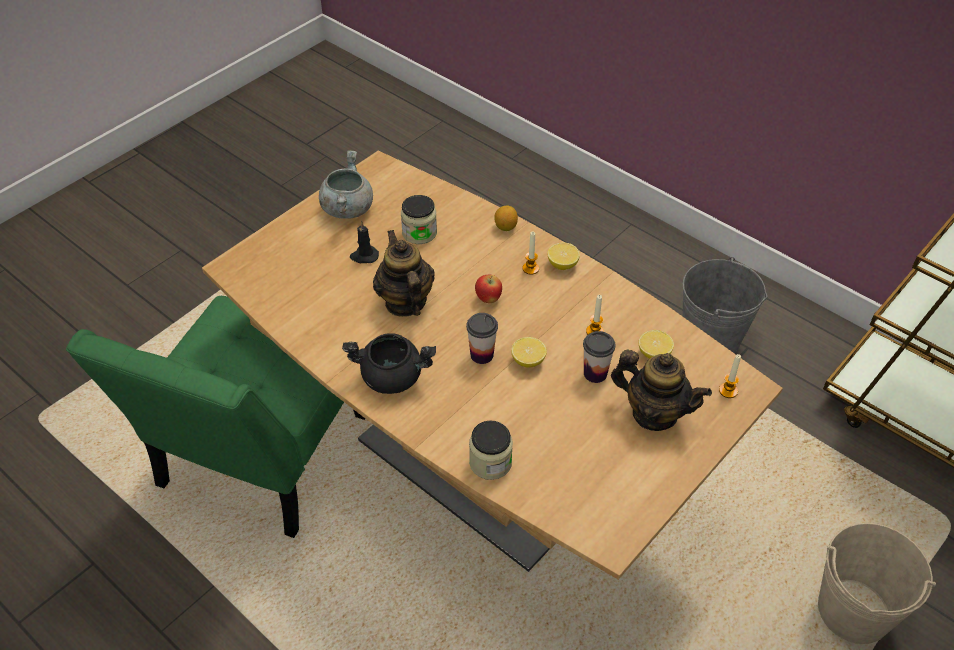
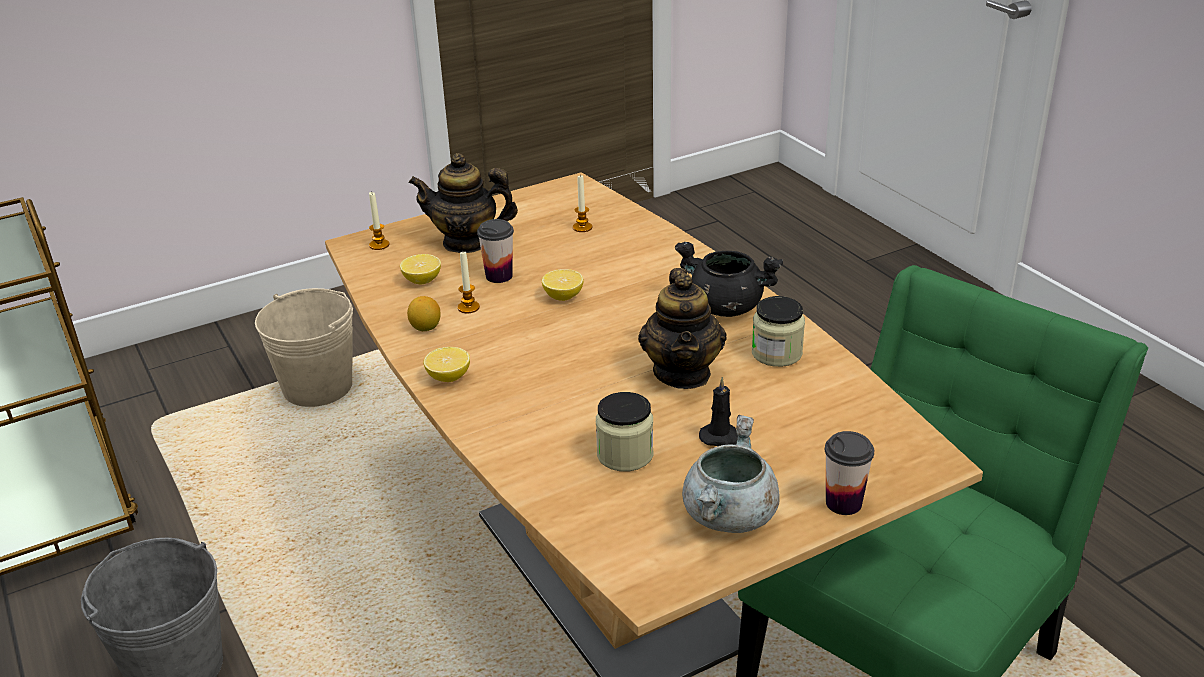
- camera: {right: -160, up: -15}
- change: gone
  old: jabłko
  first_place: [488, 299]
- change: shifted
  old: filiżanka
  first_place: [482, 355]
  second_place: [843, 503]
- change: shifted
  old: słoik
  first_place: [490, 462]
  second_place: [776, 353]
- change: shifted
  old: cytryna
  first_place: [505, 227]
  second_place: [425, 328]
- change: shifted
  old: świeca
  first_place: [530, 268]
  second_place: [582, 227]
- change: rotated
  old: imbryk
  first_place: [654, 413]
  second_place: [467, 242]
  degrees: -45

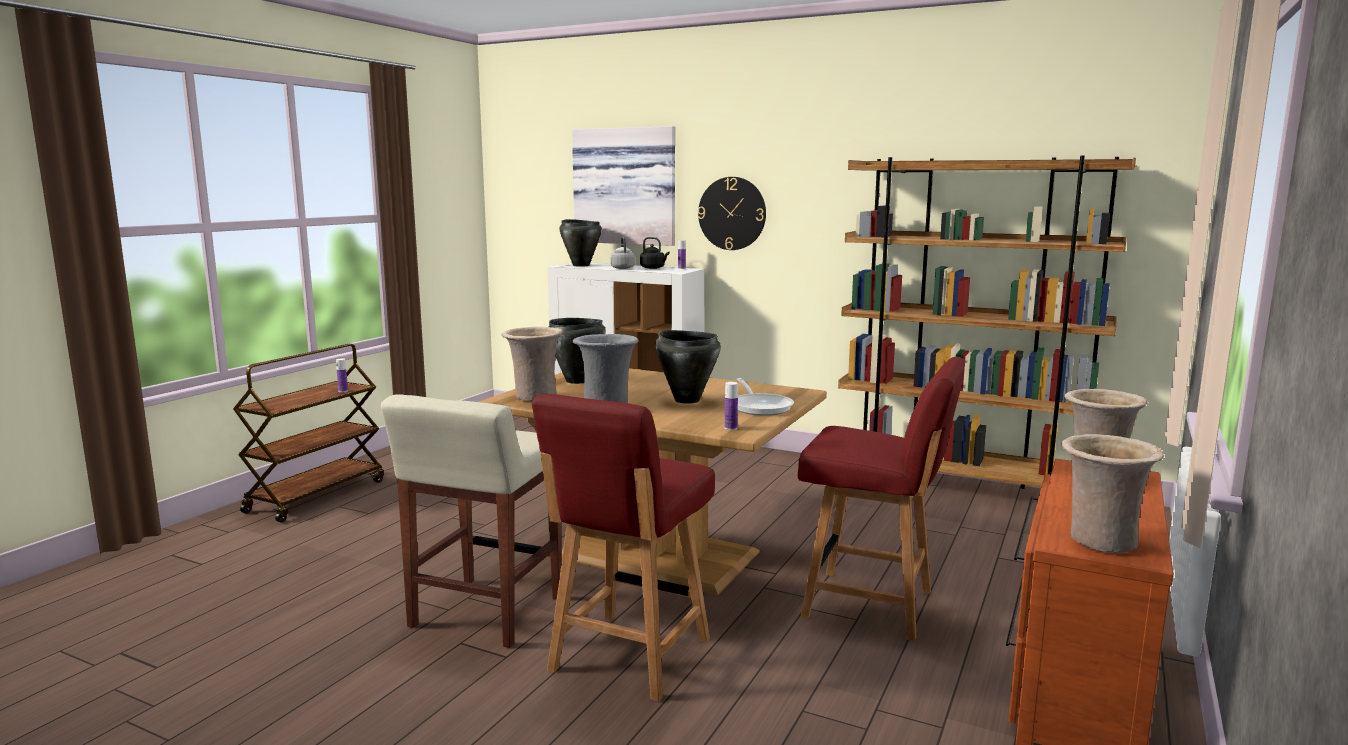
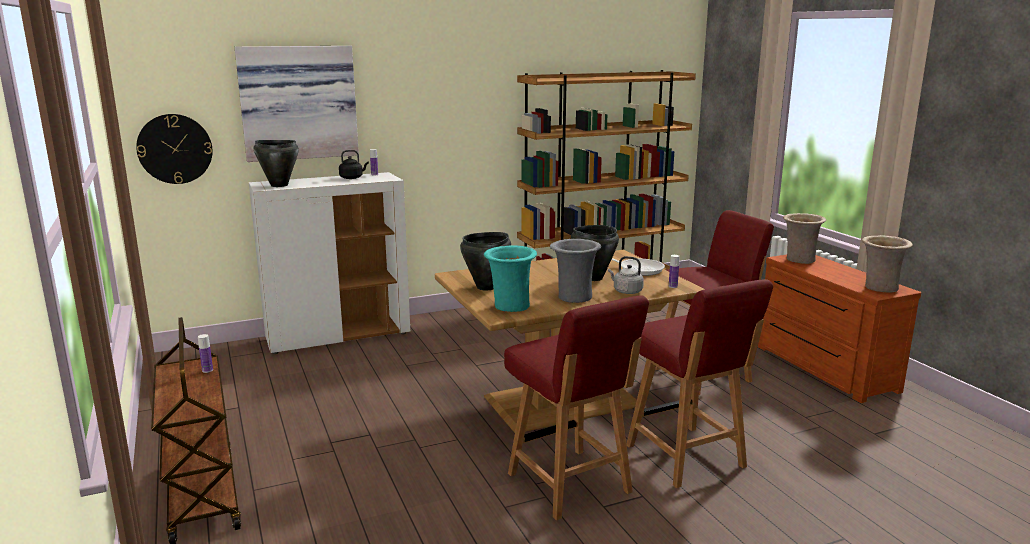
- camera: {right: -50, up: 5}
- change: shifted
  old: czajnik/szary
  first_place: [622, 268]
  second_place: [626, 291]
- change: shifted
  old: zegar ścienny
  first_place: [732, 213]
  second_place: [175, 149]
- change: swapped
  old: stołek/beżowy
  new: krzesło/czerwony
  first_place: [485, 613]
  second_place: [570, 484]
- change: repainted
  old: wazon/beżowy
  new: wazon/turkusowy
  first_place: [534, 397]
  second_place: [510, 307]

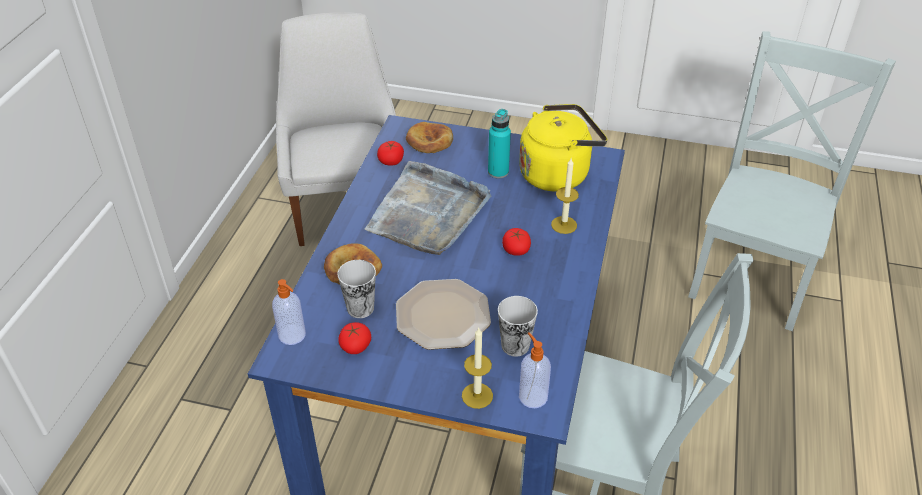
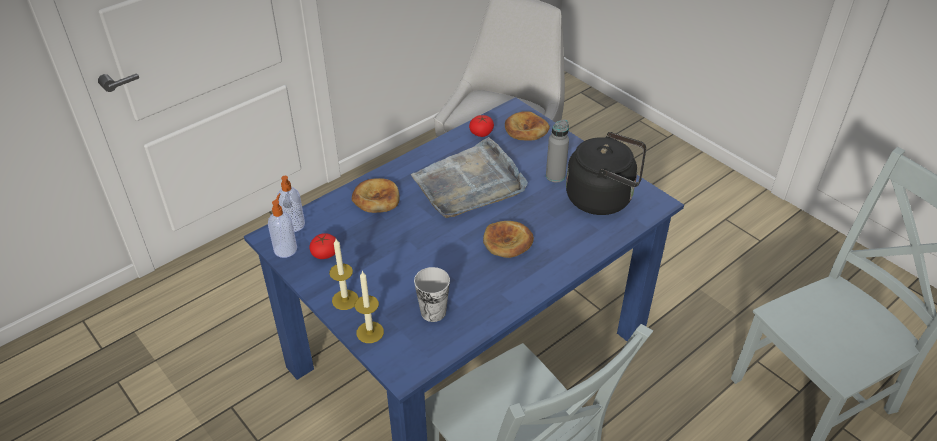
- camera: {right: 35, up: 0}
- change: gone
  old: filiżanka
  first_place: [360, 308]
- change: gone
  old: talerz
  first_place: [442, 314]
- change: shifted
  old: dozownik mydła
  first_place: [532, 396]
  second_place: [286, 249]
- change: shifted
  old: świeca
  first_place: [564, 225]
  second_place: [345, 300]
- change: swapped
  old: pomidor
  new: chleb
  first_place: [516, 250]
  second_place: [507, 242]
- change: repainted
  old: butelka/turkusowy
  new: butelka/szary
  first_place: [498, 172]
  second_place: [555, 176]
- change: repainted
  old: czajnik/żółty
  new: czajnik/czarny
  first_place: [557, 173]
  second_place: [603, 198]

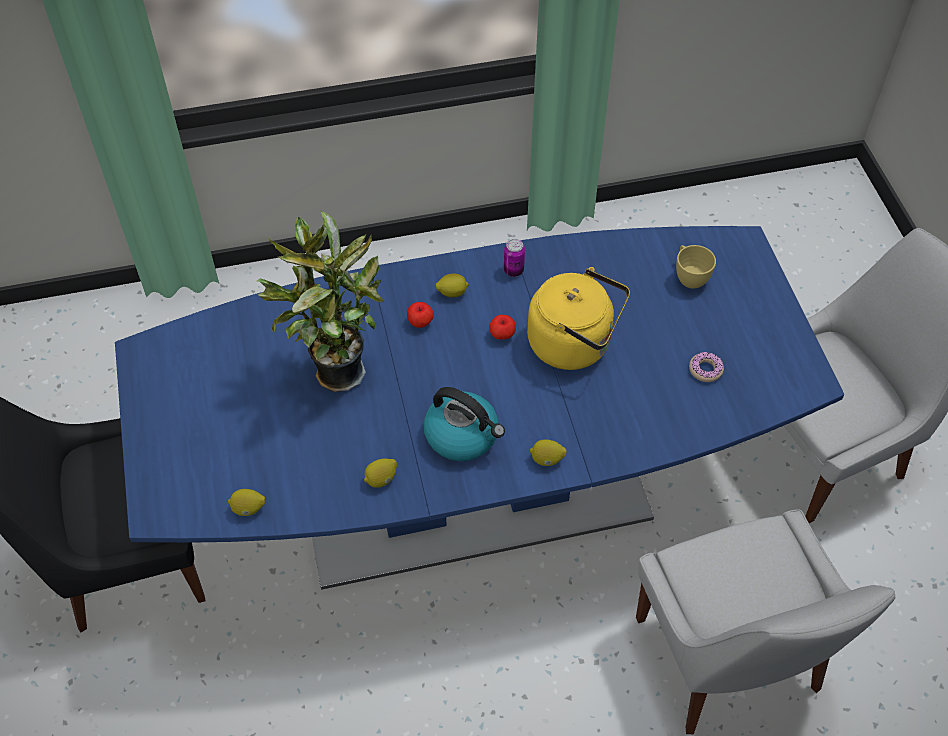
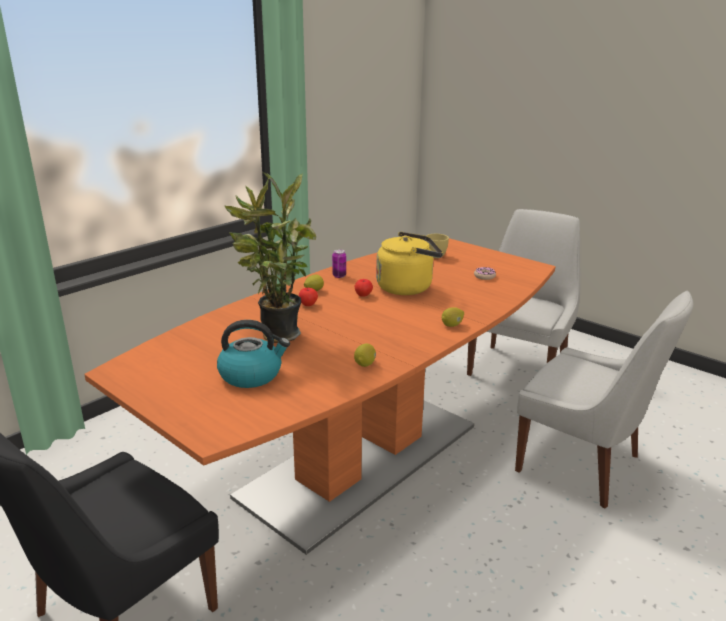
- camera: {right: -35, up: -30}
- change: gone
  old: cytryna
  first_place: [248, 509]
- change: shifted
  old: czajnik
  first_place: [463, 435]
  second_place: [252, 375]
- change: repainted
  old: stół jadalny/niebieski
  new: stół jadalny/pomarańczowy
  first_place: [472, 495]
  second_place: [361, 460]

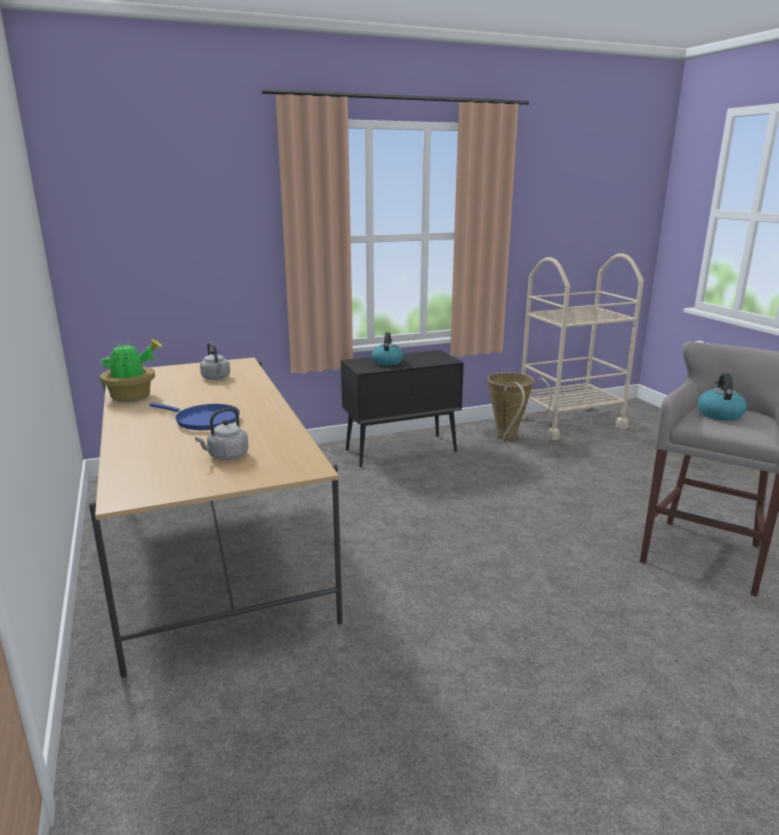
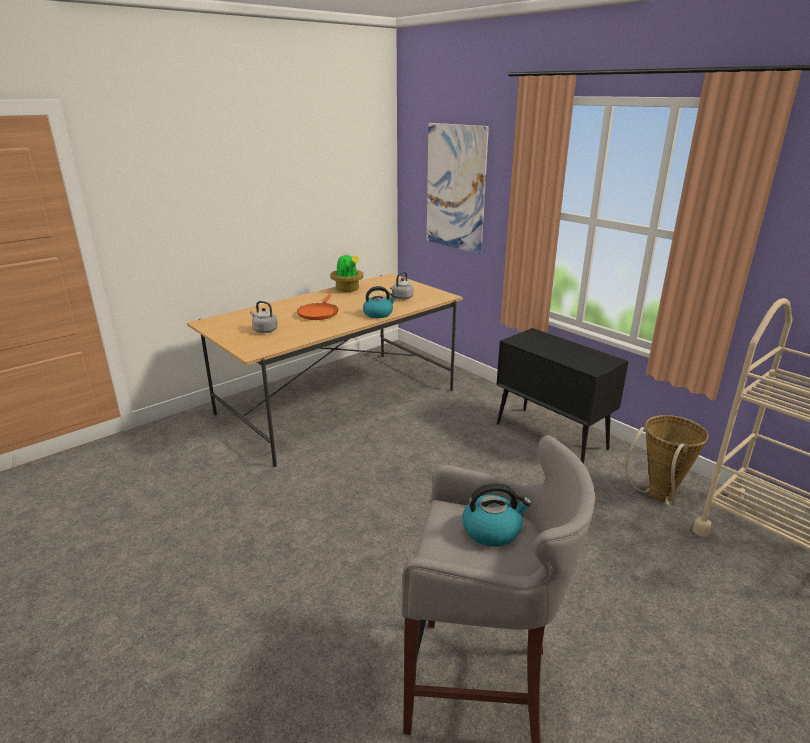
- camera: {right: 70, up: 5}
- change: new
  new: obraz
  second_place: [455, 188]
- change: shifted
  old: czajnik
  first_place: [387, 362]
  second_place: [378, 314]
- change: repainted
  old: patelnia/niebieski
  new: patelnia/pomarańczowy
  first_place: [204, 420]
  second_place: [318, 313]

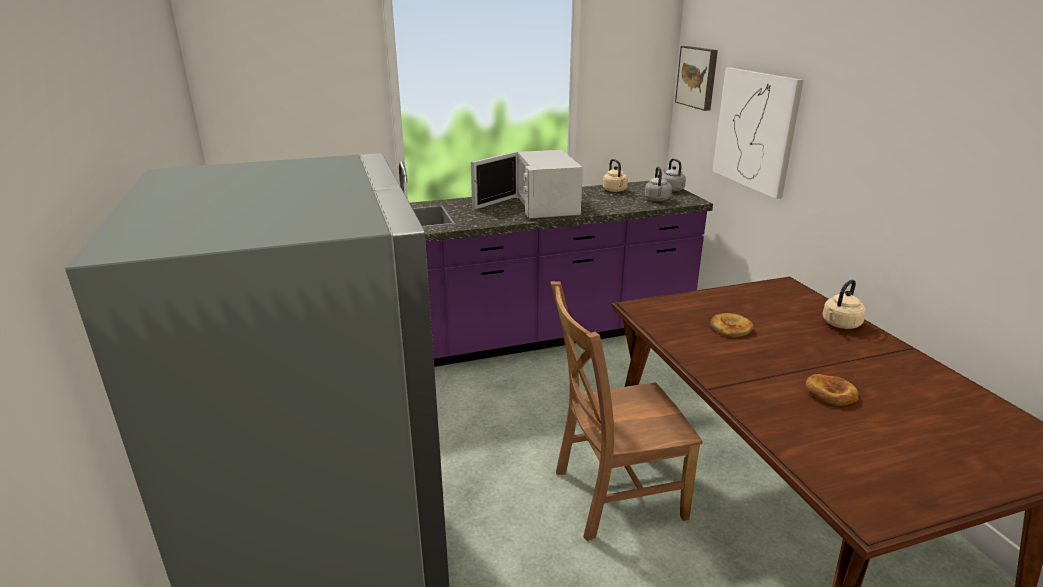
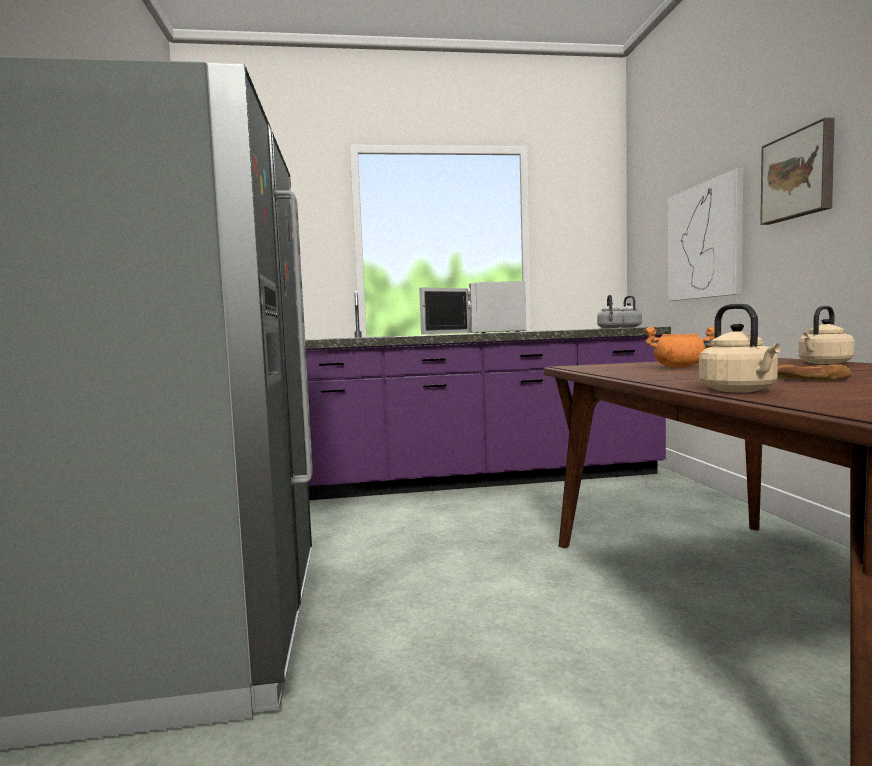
- camera: {right: 10, up: -20}
- change: gone
  old: krzesło/brązowy
  first_place: [613, 495]
- change: shifted
  old: czajnik/beżowy
  first_place: [615, 190]
  second_place: [740, 391]
- change: shifted
  old: obraz
  first_place: [698, 77]
  second_place: [799, 175]
- change: swapped
  old: chleb
  new: garnek/pomarańczowy
  first_place: [730, 328]
  second_place: [680, 367]

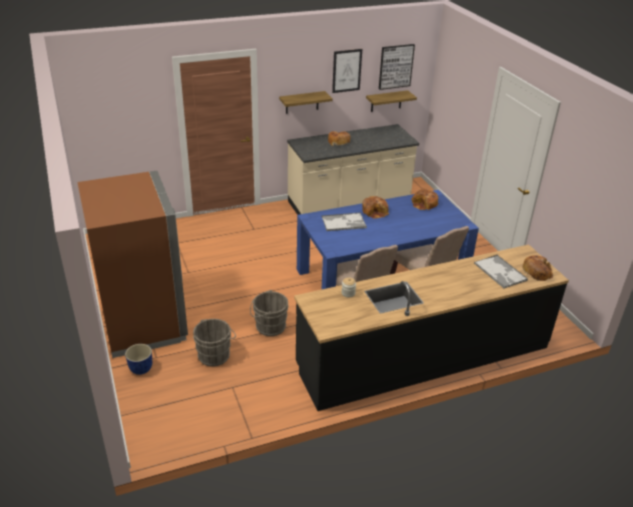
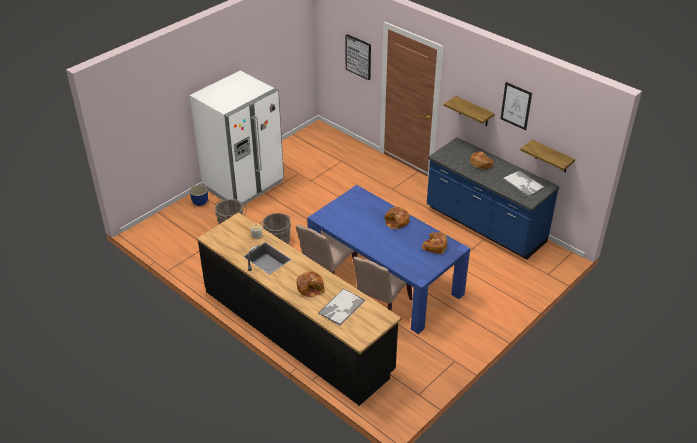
- camera: {right: 65, up: 5}
- change: shifted
  old: taca
  first_place: [344, 222]
  second_place: [523, 184]
- change: shifted
  old: obraz
  first_place: [395, 66]
  second_place: [358, 56]
- change: shifted
  old: chleb
  first_place: [537, 272]
  second_place: [310, 287]
- change: repainted
  old: lodówka/brązowy
  new: lodówka/biały
  first_place: [144, 322]
  second_place: [243, 185]
- change: repainted
  old: zabudowa kuchenna/beżowy
  new: zabudowa kuchenna/niebieski
  first_place: [349, 202]
  second_place: [484, 226]

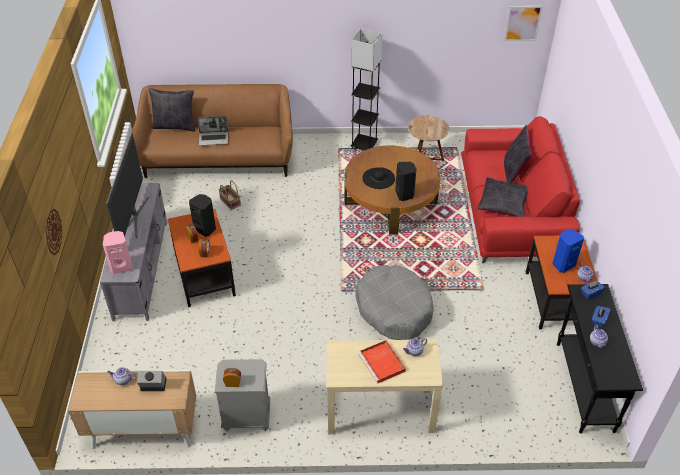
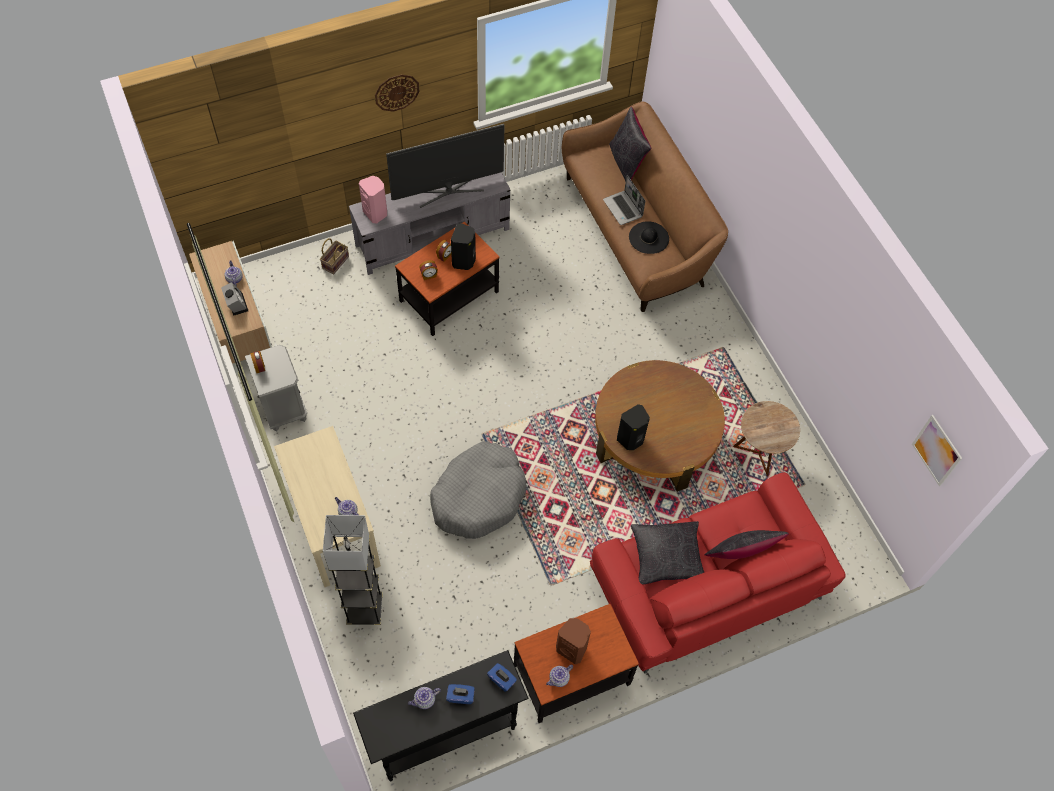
- camera: {right: 65, up: 15}
- change: gone
  old: taca/czerwony
  first_place: [382, 363]
- change: shifted
  old: zegar ścienny
  first_place: [53, 231]
  second_place: [396, 92]
- change: shifted
  old: koszyk
  first_place: [229, 202]
  second_place: [335, 261]
- change: shifted
  old: lampa stojąca/szary
  first_place: [364, 145]
  second_place: [365, 610]
- change: shifted
  old: kapelusz/czarny
  first_place: [378, 178]
  second_place: [649, 238]
- change: repainted
  old: głośnik/niebieski
  new: głośnik/brązowy
  first_place: [562, 264]
  second_place: [572, 648]

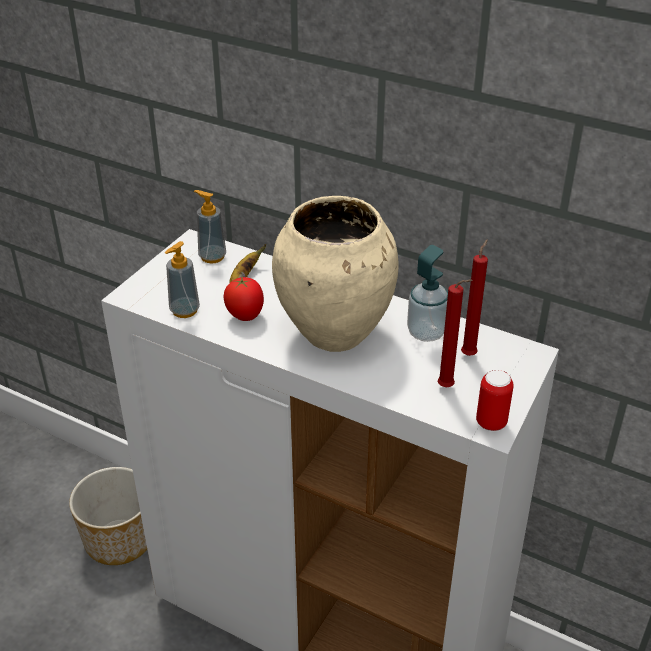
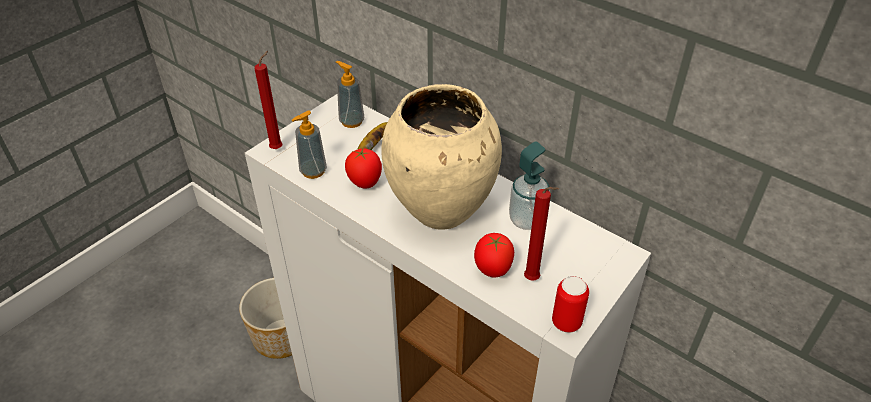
- camera: {right: 10, up: 5}
- change: new
  new: pomidor
  second_place: [492, 271]
- change: shifted
  old: świeca/czerwony
  first_place: [469, 354]
  second_place: [278, 148]

